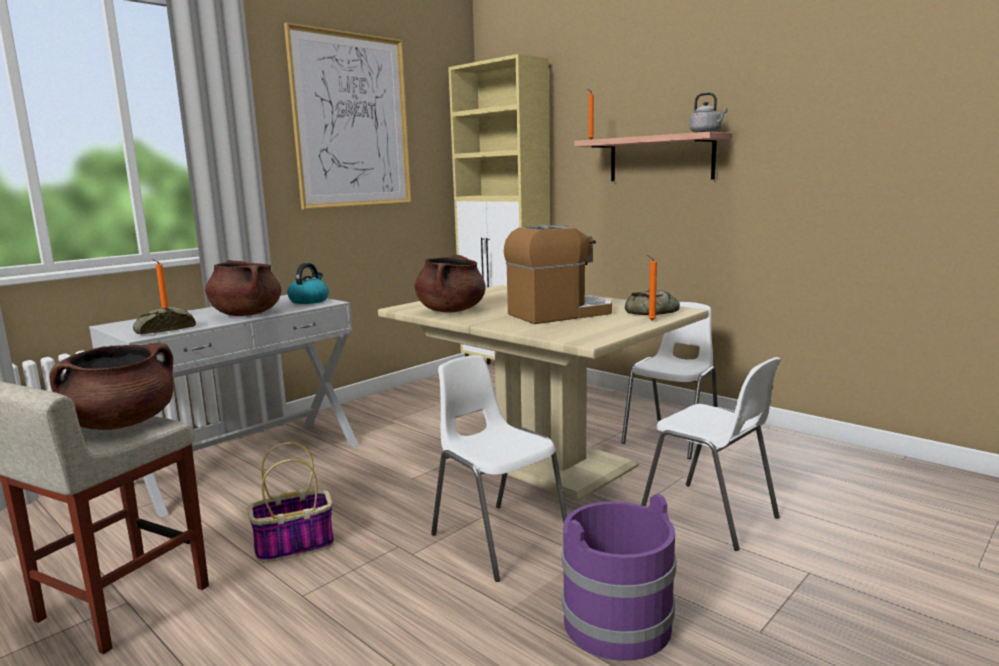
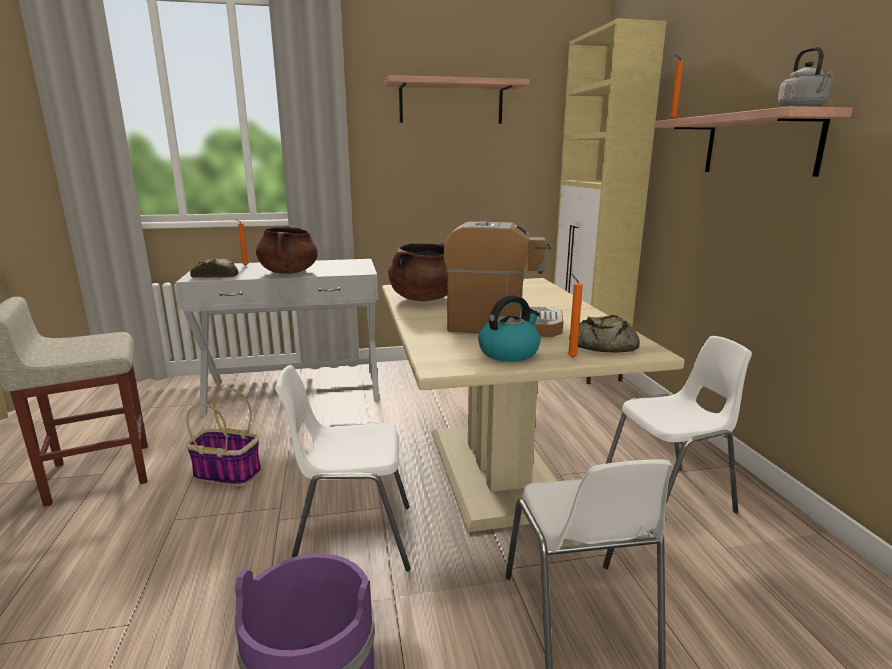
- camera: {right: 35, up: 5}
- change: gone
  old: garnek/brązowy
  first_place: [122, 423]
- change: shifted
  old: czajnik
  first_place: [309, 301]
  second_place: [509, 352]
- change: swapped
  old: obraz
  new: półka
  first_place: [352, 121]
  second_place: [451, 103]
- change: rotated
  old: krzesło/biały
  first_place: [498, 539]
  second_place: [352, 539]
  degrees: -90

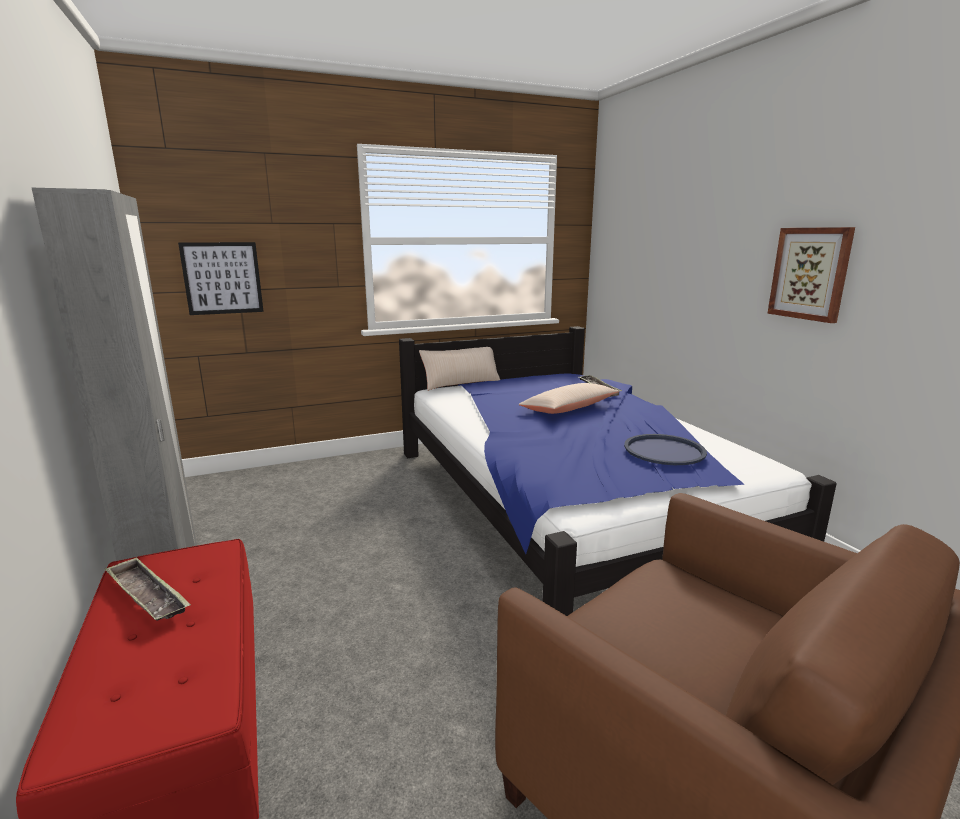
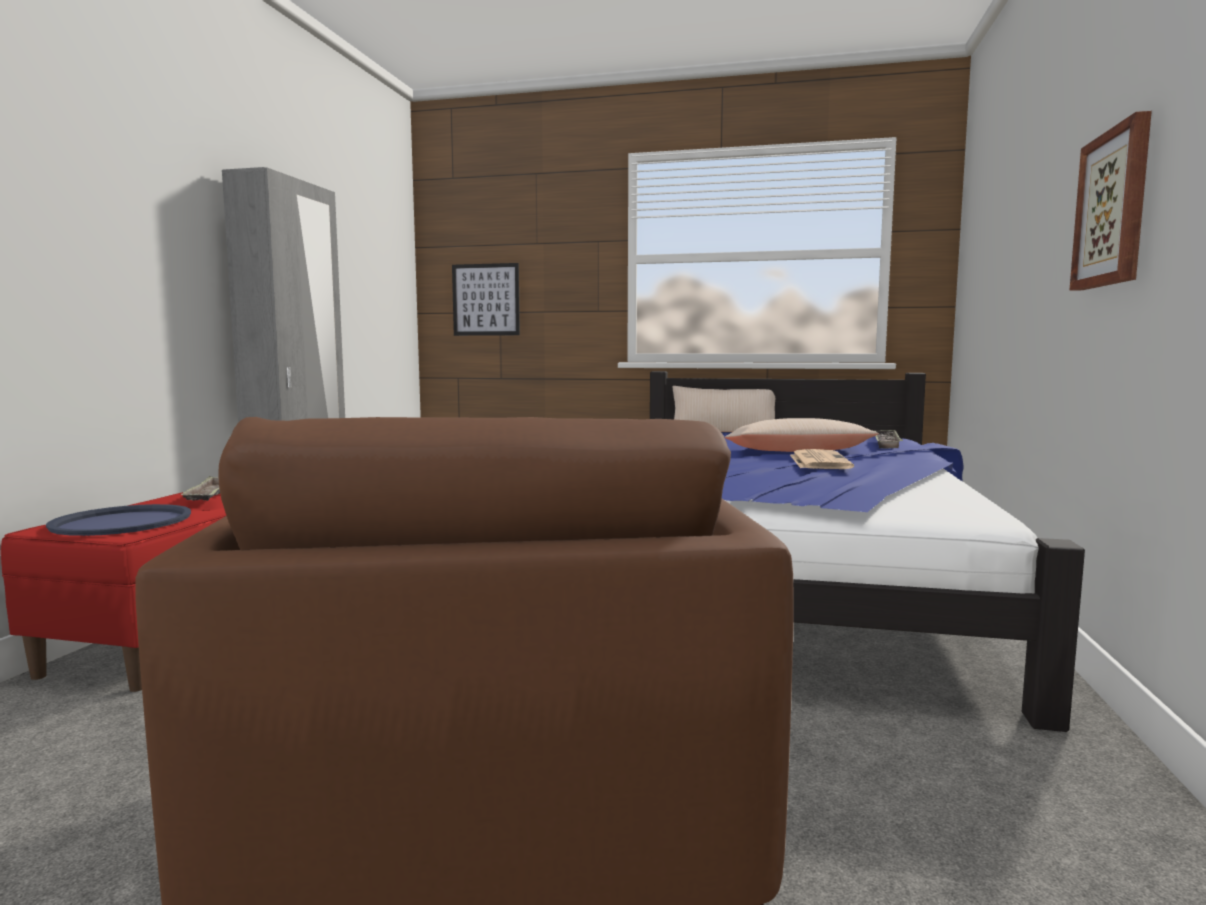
- camera: {right: 35, up: -10}
- change: new
  new: gazeta
  second_place: [818, 461]
- change: shifted
  old: taca/niebieski
  first_place: [664, 450]
  second_place: [122, 522]

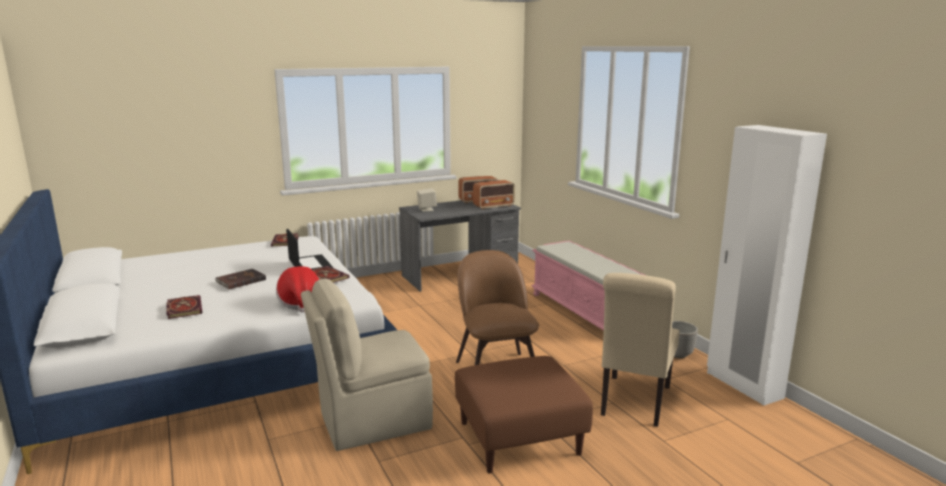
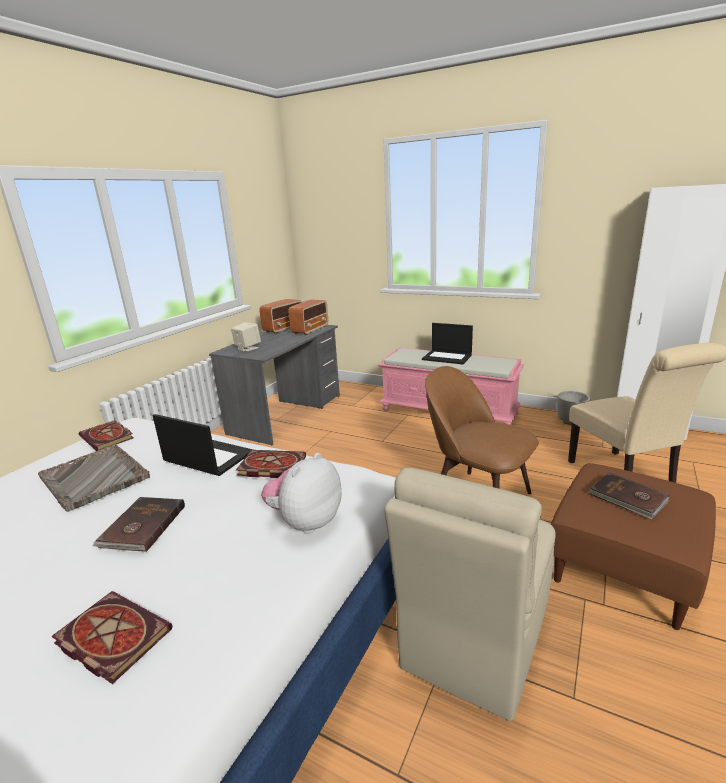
- camera: {right: -35, up: 5}
- change: new
  new: taca/szary
  second_place: [94, 478]
- change: new
  new: laptop
  second_place: [447, 357]
- change: new
  new: książka/brązowy
  second_place: [628, 498]
- change: swapped
  old: kapelusz
  new: pluszak
  first_place: [300, 303]
  second_place: [306, 522]

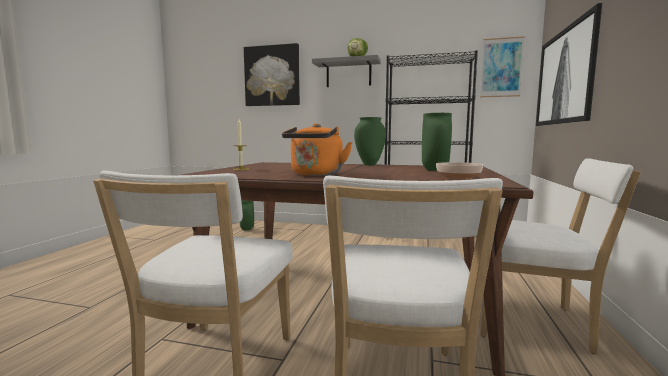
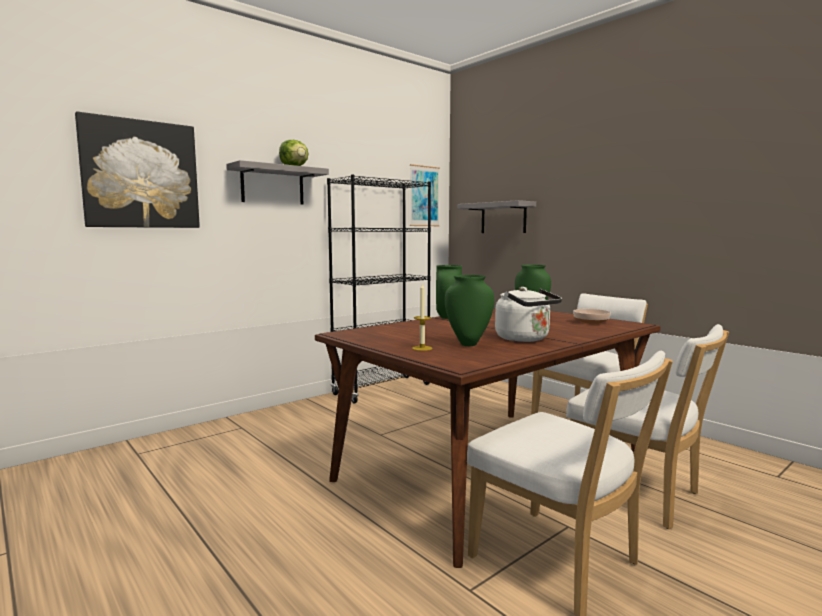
- camera: {right: -55, up: 0}
- change: shifted
  old: wazon/zielony
  first_place: [247, 229]
  second_place: [468, 344]
- change: swapped
  old: obraz
  new: półka/szary
  first_place: [564, 76]
  second_place: [503, 218]
- change: repainted
  old: czajnik/pomarańczowy
  new: czajnik/biały
  first_place: [316, 174]
  second_place: [525, 339]

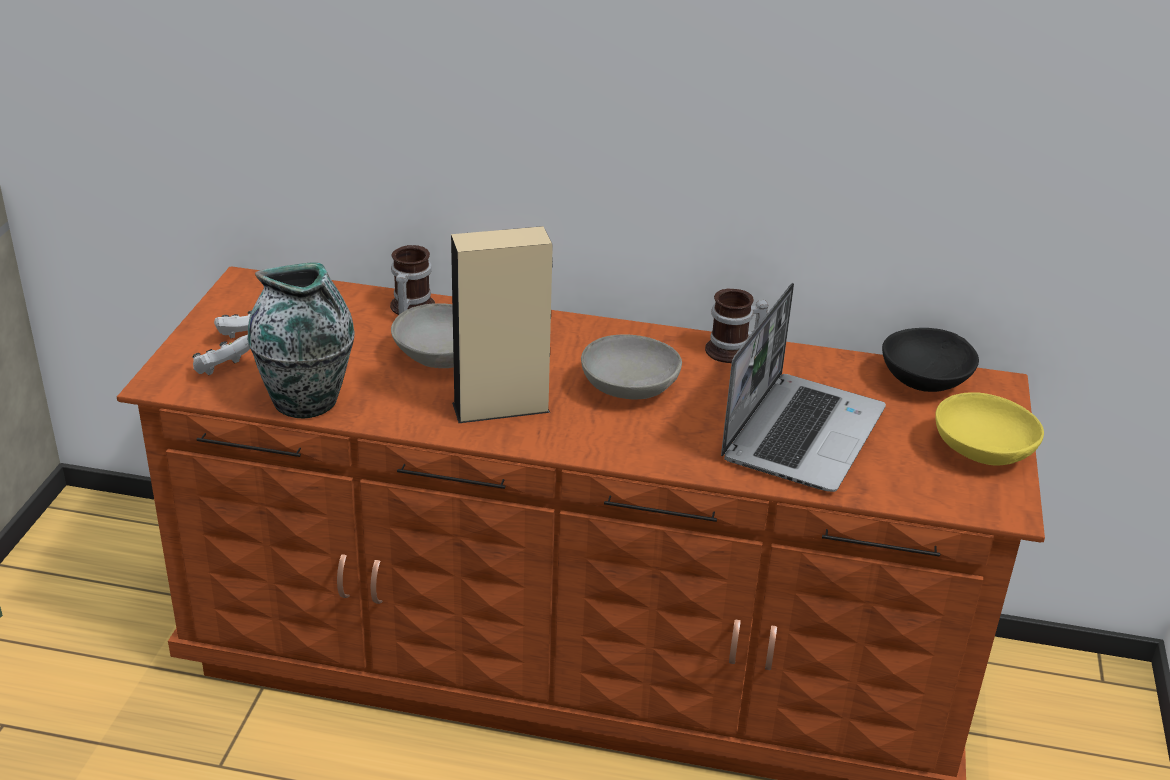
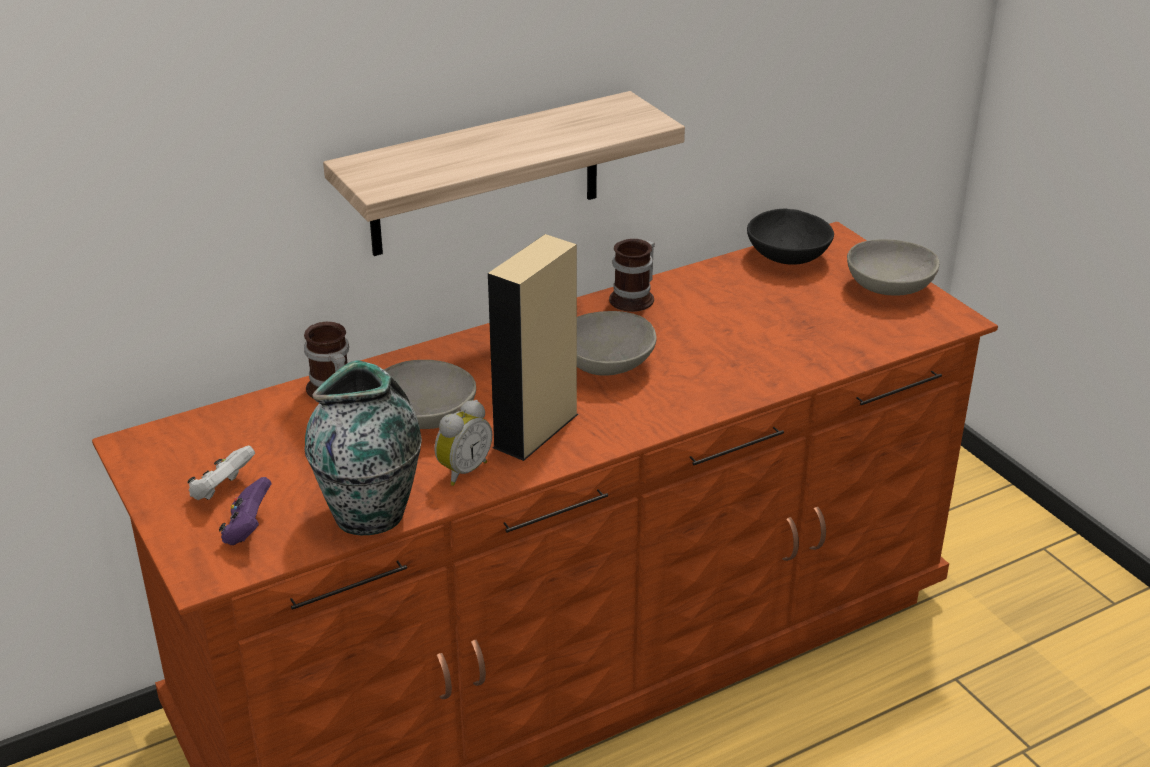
- camera: {right: -40, up: 0}
- change: gone
  old: laptop
  first_place: [802, 433]
- change: new
  new: półka
  second_place: [485, 175]
- change: new
  new: budzik
  second_place: [462, 470]
- change: repainted
  old: pad do gier/biały
  new: pad do gier/fioletowy
  first_place: [223, 369]
  second_place: [248, 529]
- change: repainted
  old: miska/żółty
  new: miska/szary
  first_place: [982, 451]
  second_place: [888, 287]

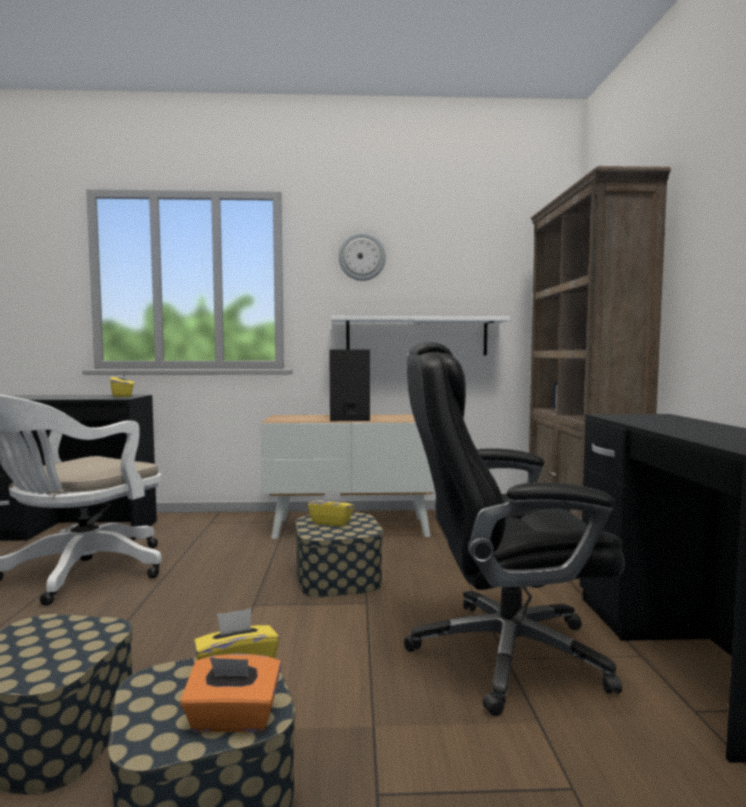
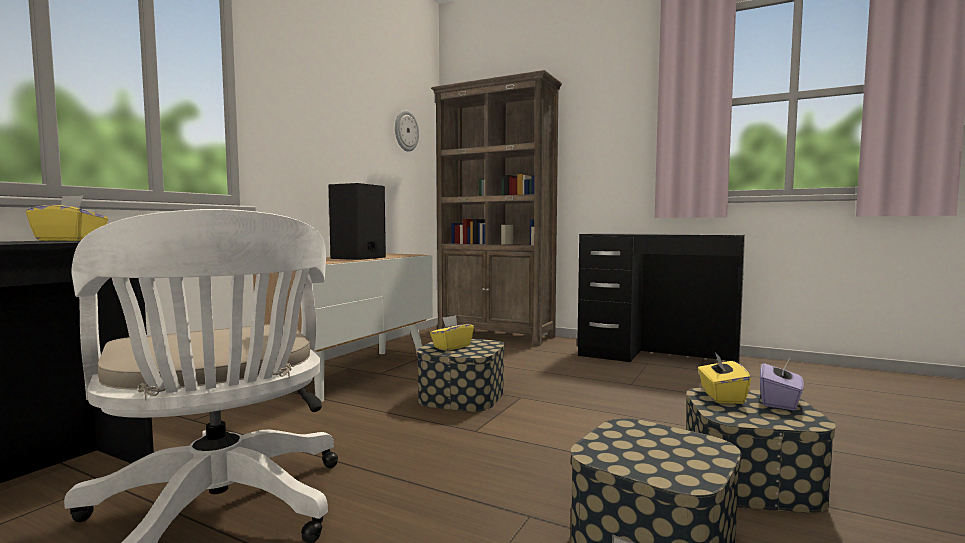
- camera: {right: -60, up: 0}
- change: gone
  old: półka/biały
  first_place: [416, 337]
- change: gone
  old: krzesło biurowe/czarny
  first_place: [502, 653]
- change: shifted
  old: zegar ścienny
  first_place: [362, 257]
  second_place: [406, 131]
- change: repainted
  old: pudełko chusteczek/pomarańczowy
  new: pudełko chusteczek/fioletowy
  first_place: [233, 719]
  second_place: [780, 402]

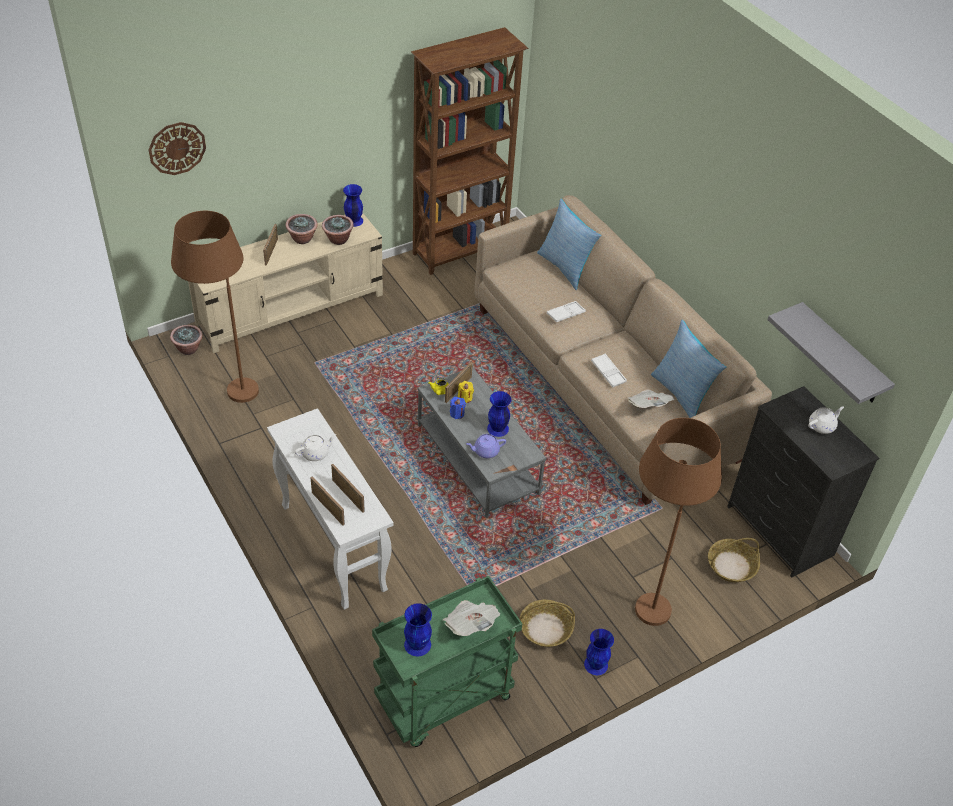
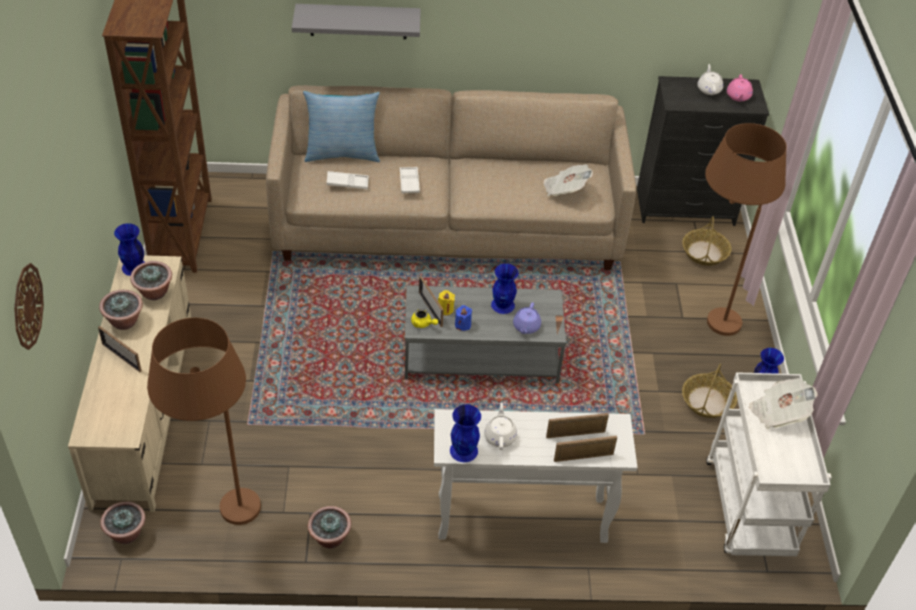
- camera: {right: -60, up: 0}
- change: gone
  old: poduszka
  first_place: [682, 394]
- change: new
  new: roślina doniczkowa
  second_place: [330, 538]
- change: new
  new: imbryk/różowy
  second_place: [738, 96]
- change: shifted
  old: wazon/niebieski
  first_place: [418, 645]
  second_place: [464, 450]
- change: shifted
  old: taca/biały
  first_place: [608, 373]
  second_place: [347, 183]
- change: shifted
  old: półka/szary
  first_place: [842, 355]
  second_place: [358, 21]
- change: repainted
  old: wózek/zielony
  new: wózek/biały
  first_place: [444, 700]
  second_place: [749, 510]

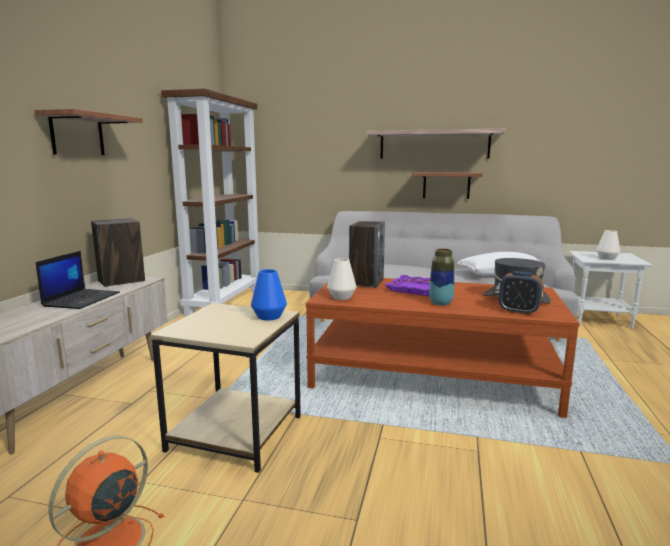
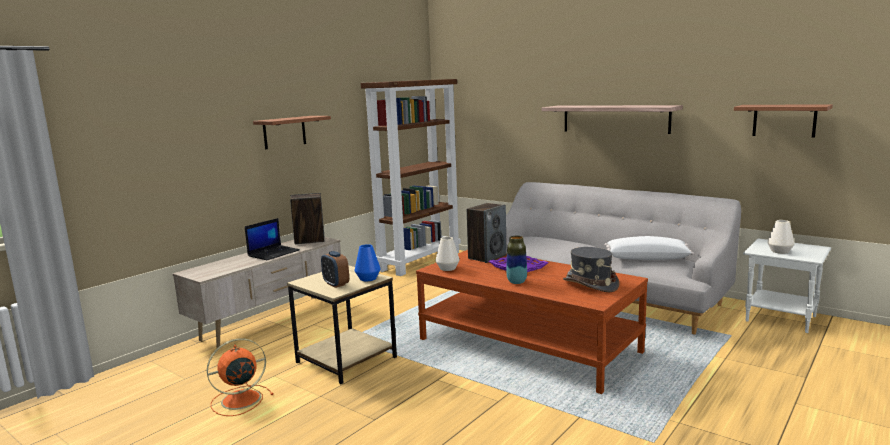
- camera: {right: 25, up: 0}
- change: shifted
  old: półka
  first_place: [446, 185]
  second_place: [784, 120]
- change: shifted
  old: budzik
  first_place: [518, 311]
  second_place: [336, 284]

